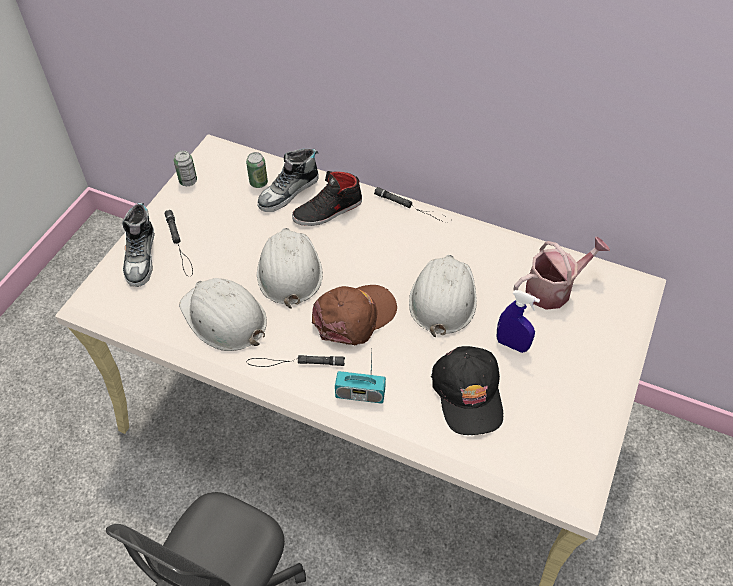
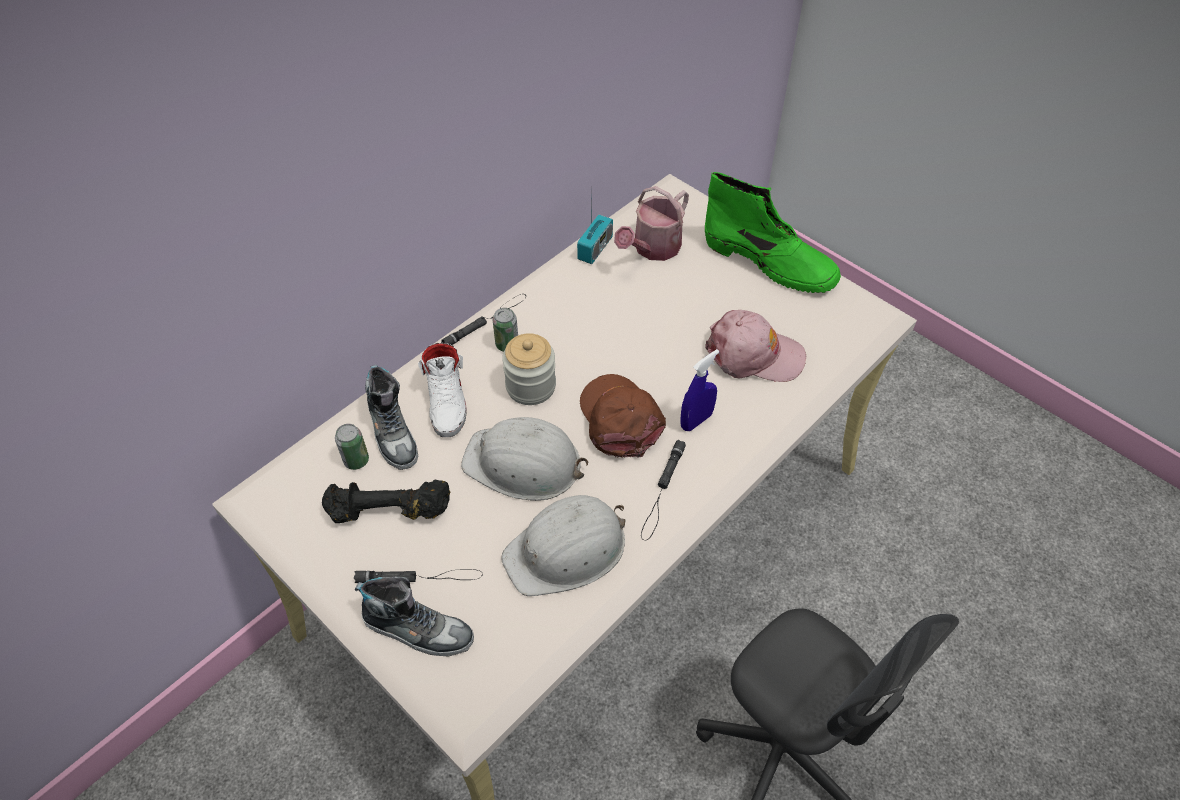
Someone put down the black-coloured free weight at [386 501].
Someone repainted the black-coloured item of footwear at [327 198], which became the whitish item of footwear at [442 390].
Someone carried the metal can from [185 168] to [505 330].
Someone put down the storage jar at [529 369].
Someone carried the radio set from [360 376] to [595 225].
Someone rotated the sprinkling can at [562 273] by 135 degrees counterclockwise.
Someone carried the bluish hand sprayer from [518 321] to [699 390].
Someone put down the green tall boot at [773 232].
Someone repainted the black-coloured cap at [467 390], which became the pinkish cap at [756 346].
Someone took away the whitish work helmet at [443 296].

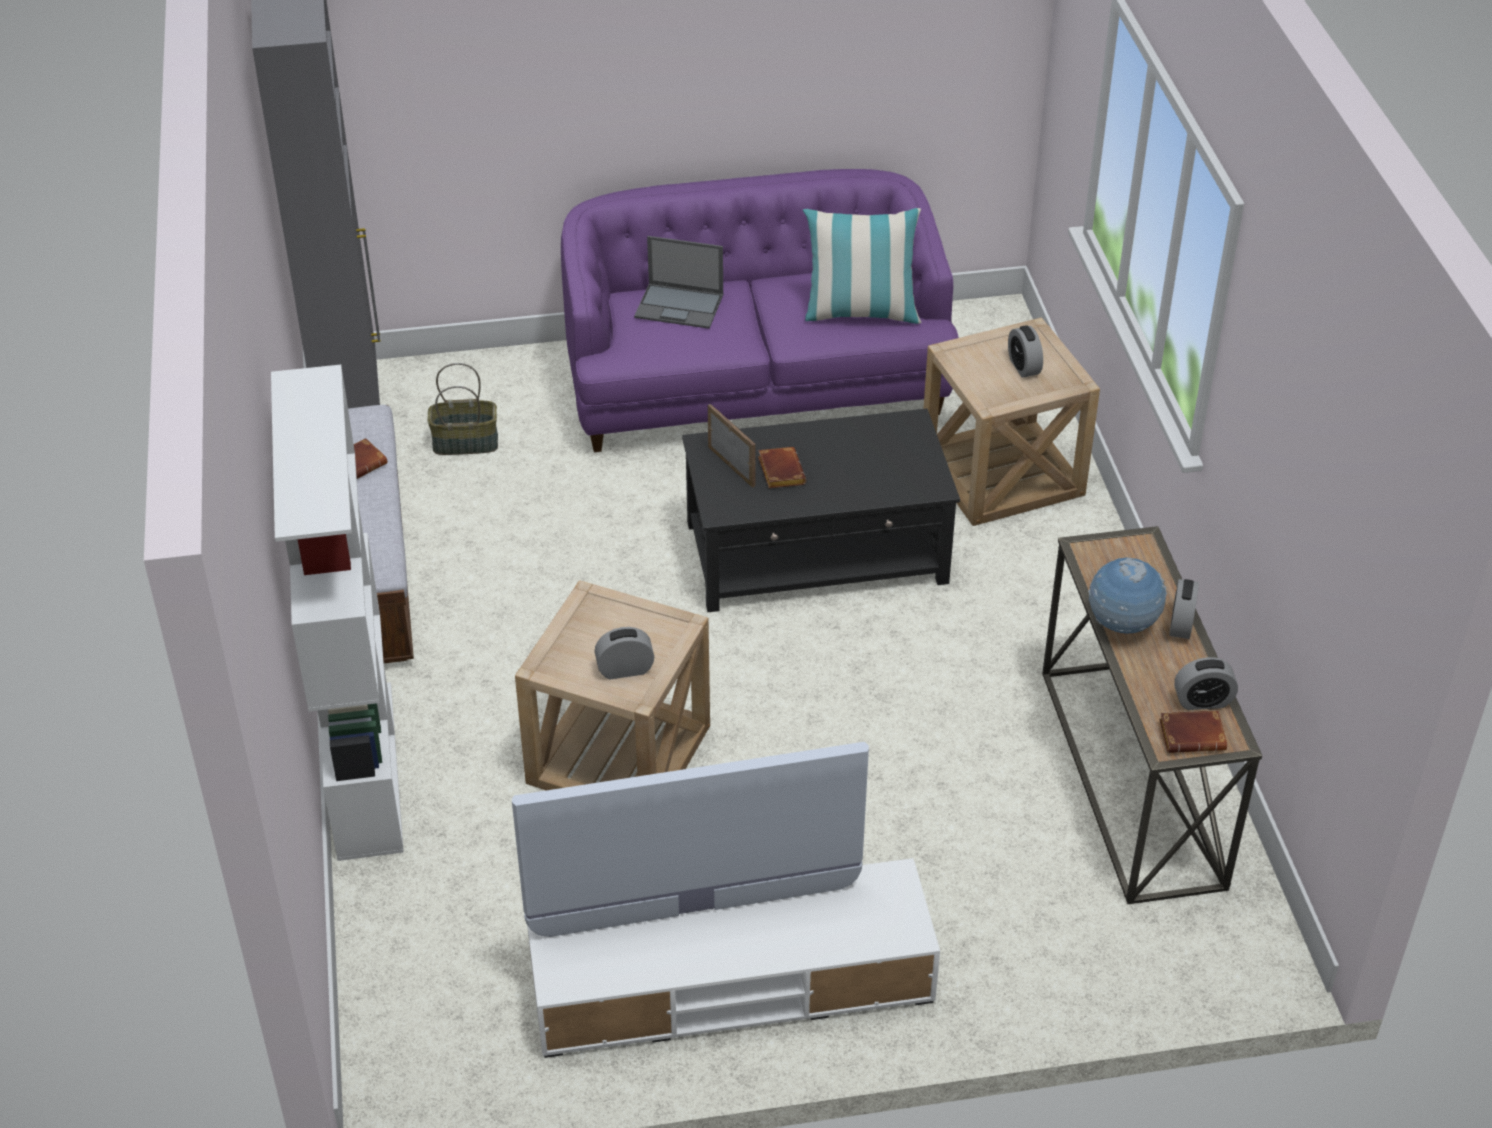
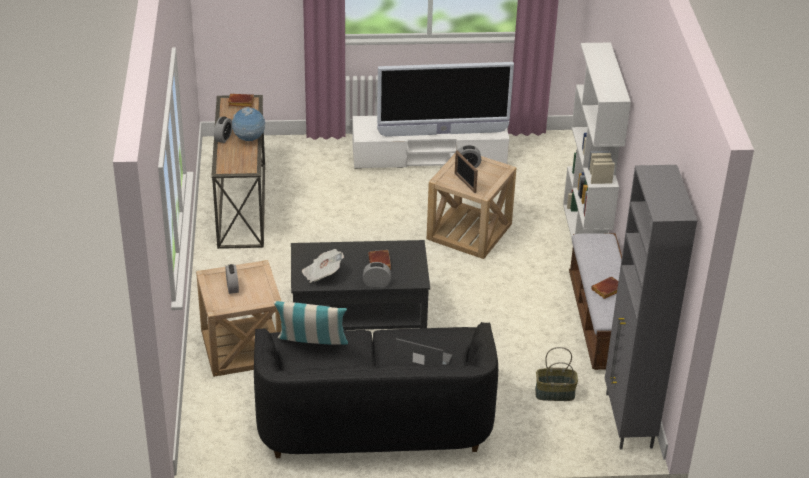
Someone repainted the purple-coloured sofa at [760 310], which became the black-coloured sofa at [376 390].
Someone put down the newspaper at [323 266].
Someone carried the table clock from [1206 683] to [377 274].
Someone carried the standing frame from [732 446] to [466 172].

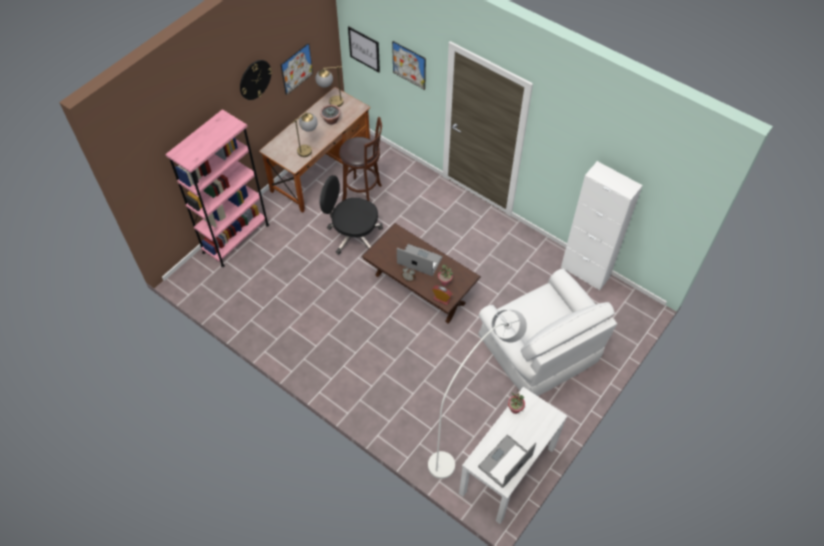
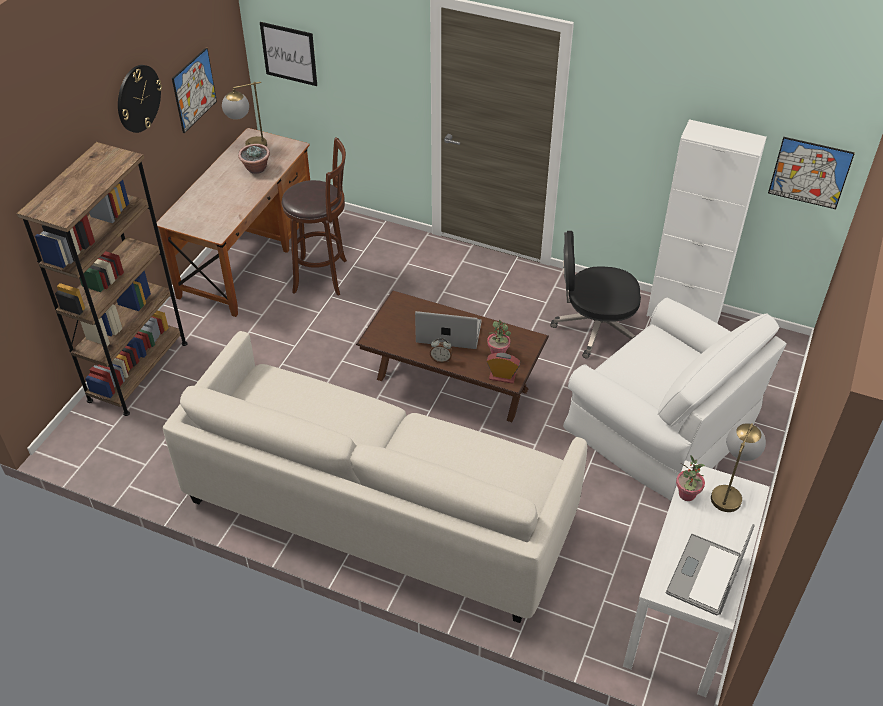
Someone repainted the pinkish shelving unit at [217 188], which became the brown shelving unit at [102 279].
Someone put down the whitish sofa at [375 477].
Someone carried the black-coloured computer chair from [351 215] to [595 295].
Someone carried the tabletop lamp from [305 134] to [738 467].
Someone carried the wall art from [409 65] to [811 173].
Someone took away the whitish standing lamp at [477 394].

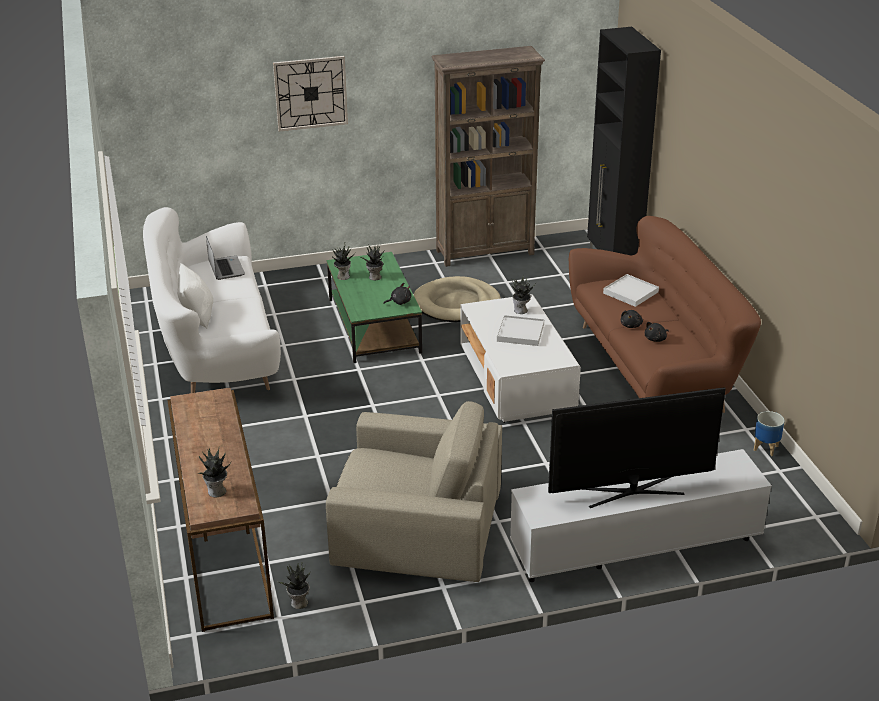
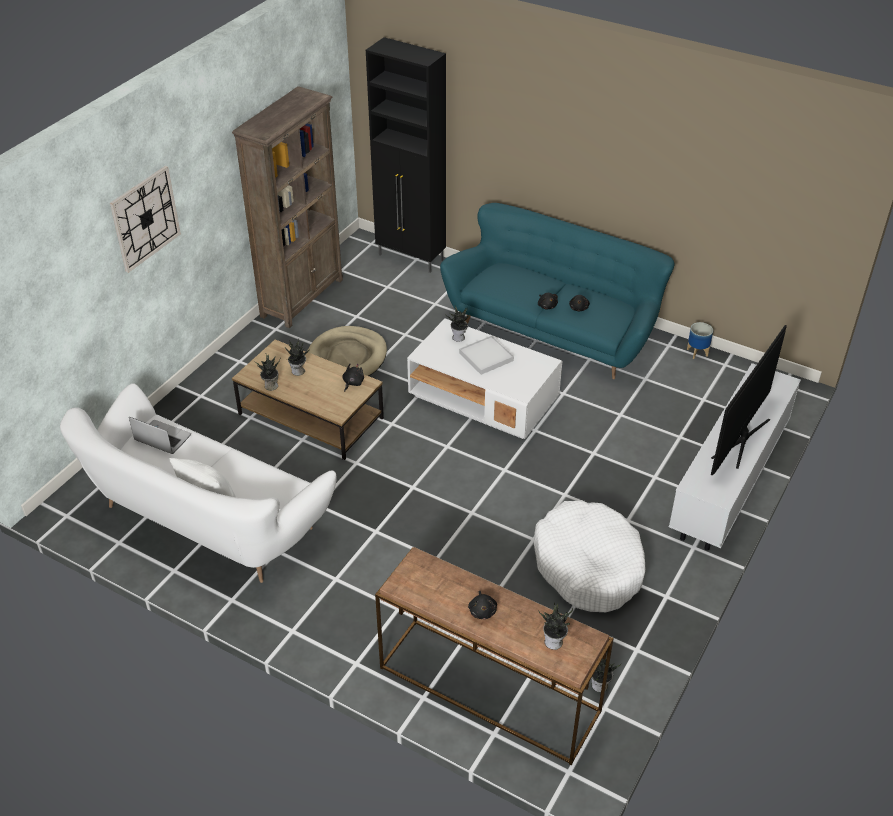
Someone repainted the green low table at [374 307], which became the brown low table at [308 400].
Someone repainted the brown sofa at [665 314], which became the turquoise sofa at [557 291].
Someone put down the black-coloured plush toy at [482 605].
Someone swapped the sand-coloured lounge chair at [414 491] for the whitish dog bed at [590 556].
Someone took away the whitish carrying tray at [631 290].

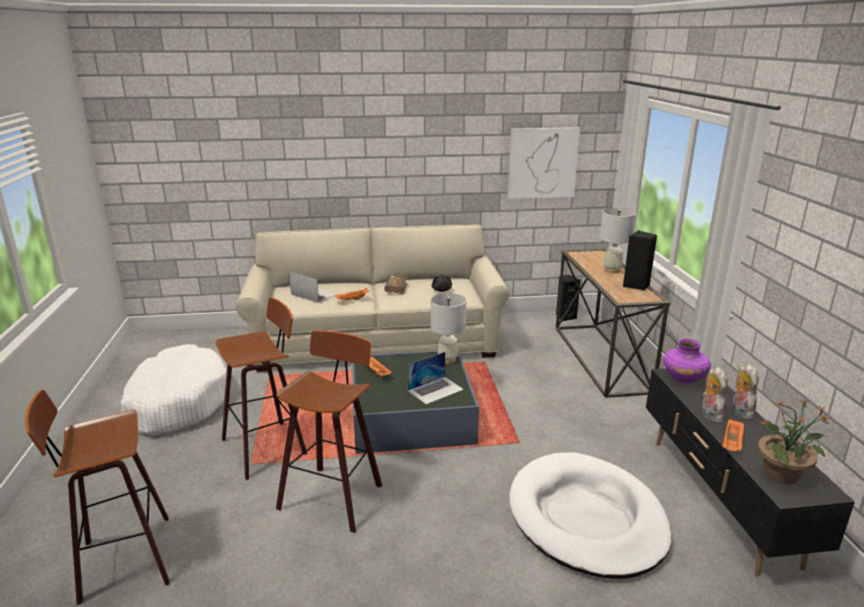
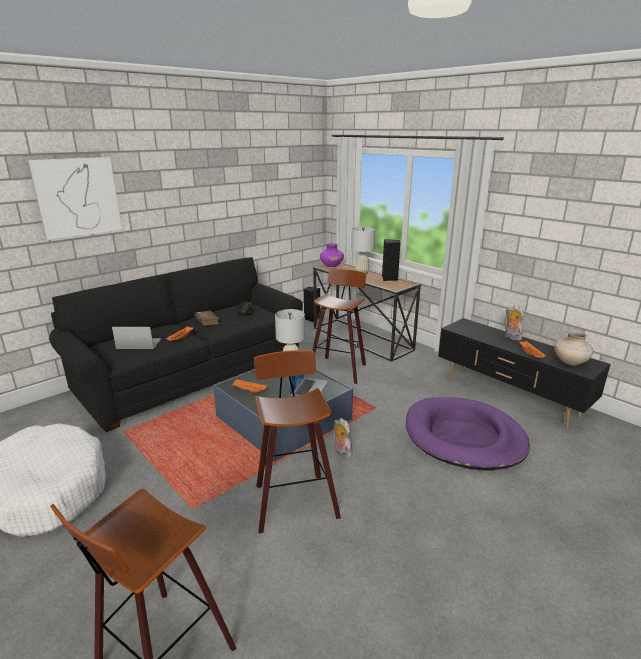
Someone carried the wall art from [544 163] to [75 198].
Someone repainted the sand-coloured sofa at [373 298], which became the black-coloured sofa at [176 344].
Someone carried the stool seat from [261 388] to [339 326].
Someone carried the purple-coloured vase from [687 361] to [332 255].
Someone carried the plush toy from [715 395] to [343 438].
Someone repainted the whitish dog bed at [590 515], which became the purple-coloured dog bed at [468 434].
Someone swapped the houseplant at [794 442] for the sand-coloured vase at [573 348].

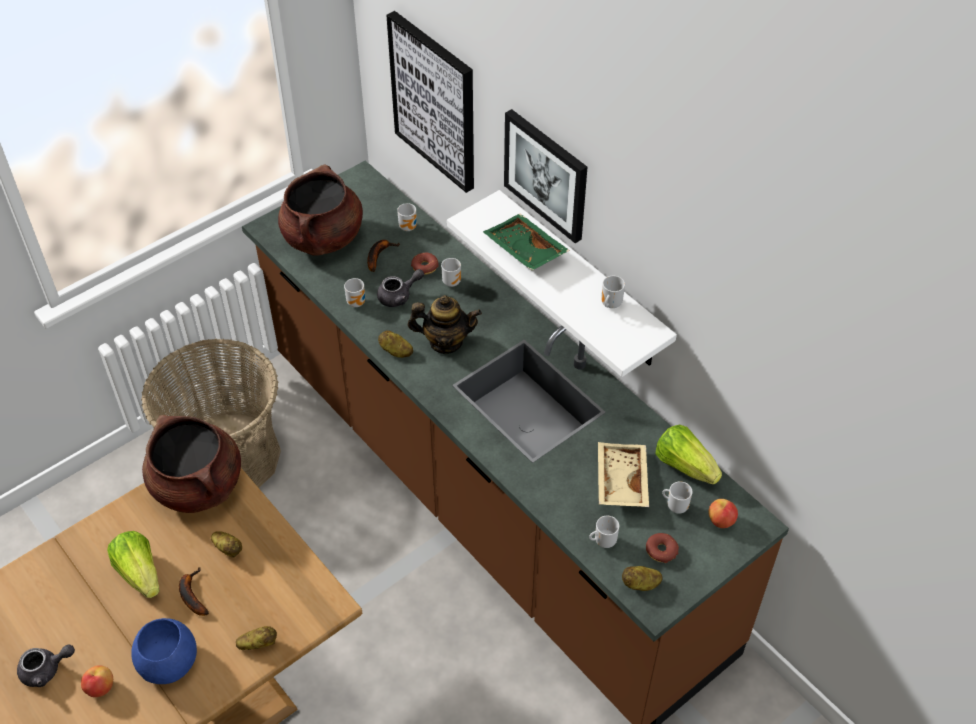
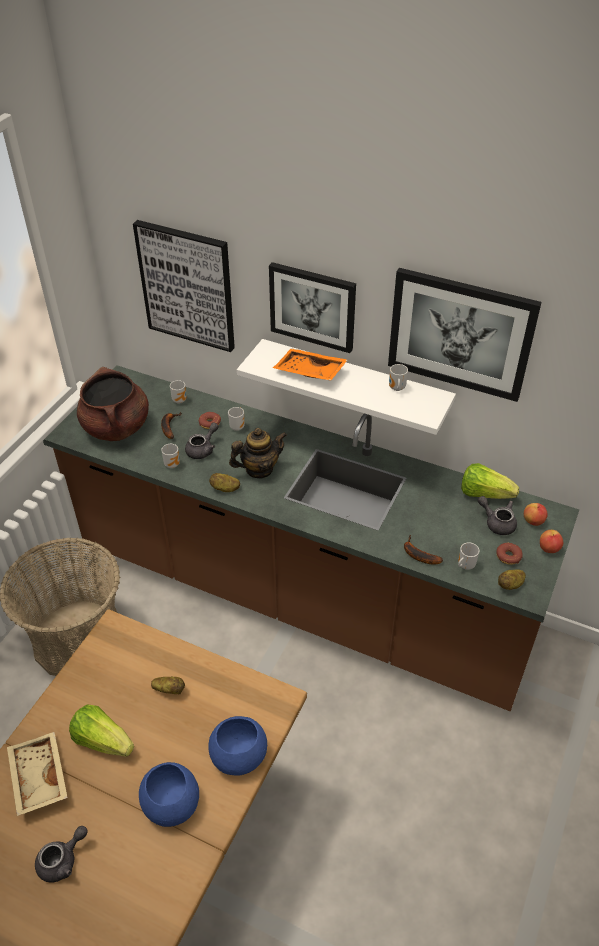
Someone carried the sand-coloured carrying tray from [623 474] to [37 774].
Someone swapped the spud at [256 638] for the bluish bowl at [237 746].
Someone repainted the green carrying tray at [526 242], which became the orange carrying tray at [310 364].
Someone put up the wall art at [465 335].
Someone carried the banana from [194 591] to [423 550].
Someone swapped the tea mug at [677 497] for the grey pot for tea at [497 515].
Someone carried the apple from [97 681] to [551 541].
Someone took away the brown saucepot at [191 464].

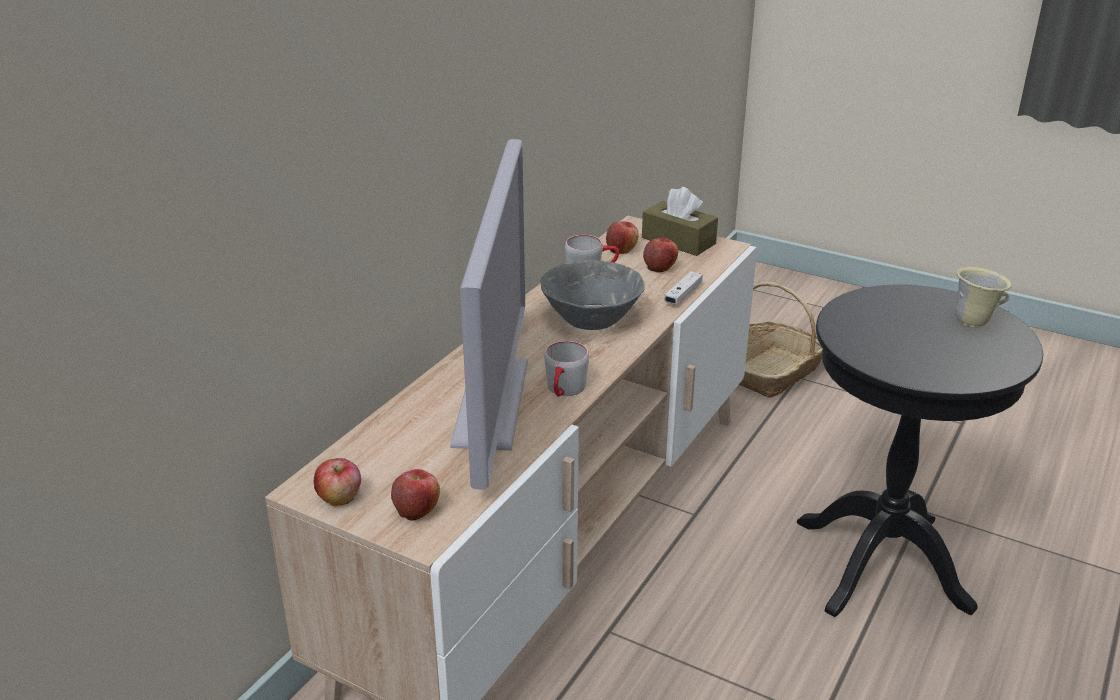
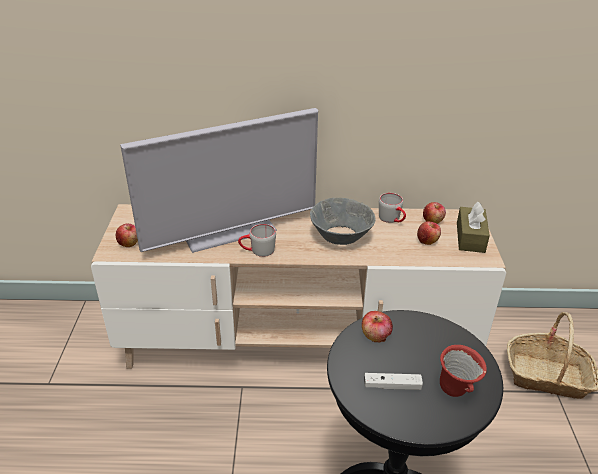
Someone carried the apple from [337 482] to [377 327].
Someone carried the whitish game controller from [683 288] to [393 381].
Someone repainted the sand-coloured tea mug at [983 297], which became the red-coloured tea mug at [463 371].

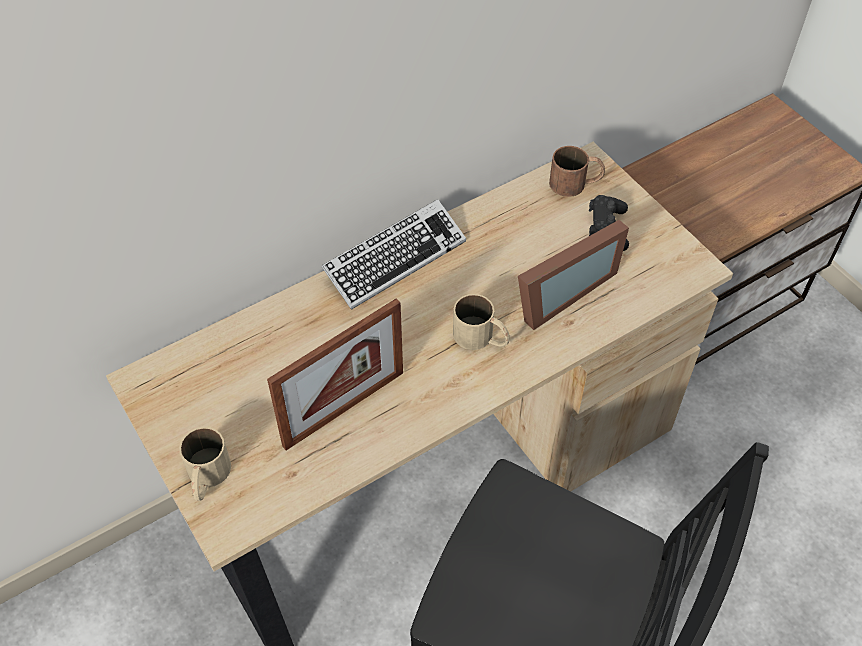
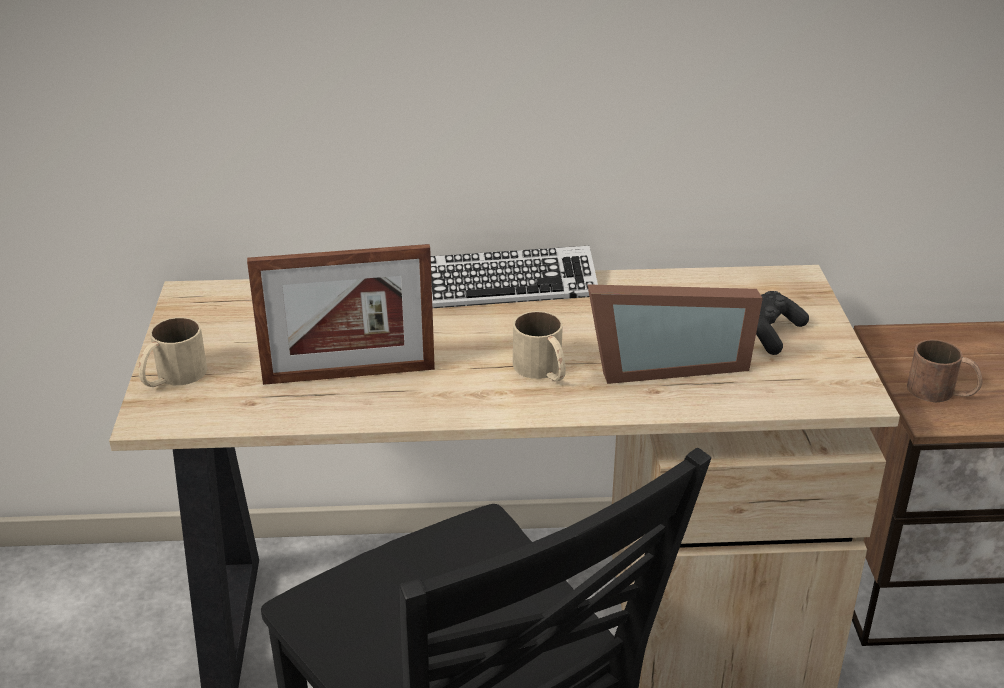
Someone carried the brown tea mug from [577 171] to [944 370].

